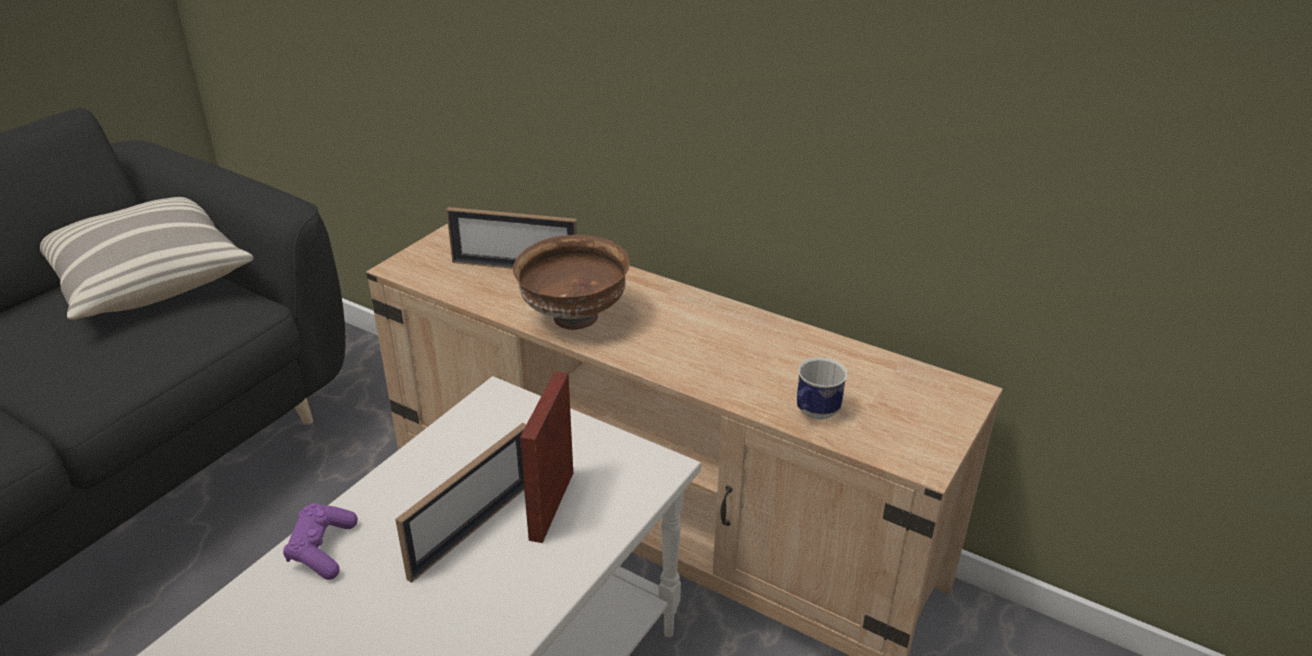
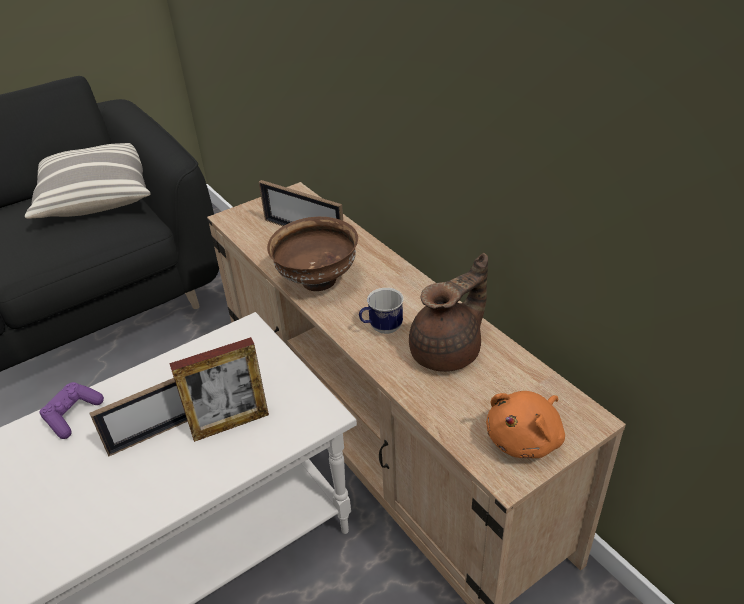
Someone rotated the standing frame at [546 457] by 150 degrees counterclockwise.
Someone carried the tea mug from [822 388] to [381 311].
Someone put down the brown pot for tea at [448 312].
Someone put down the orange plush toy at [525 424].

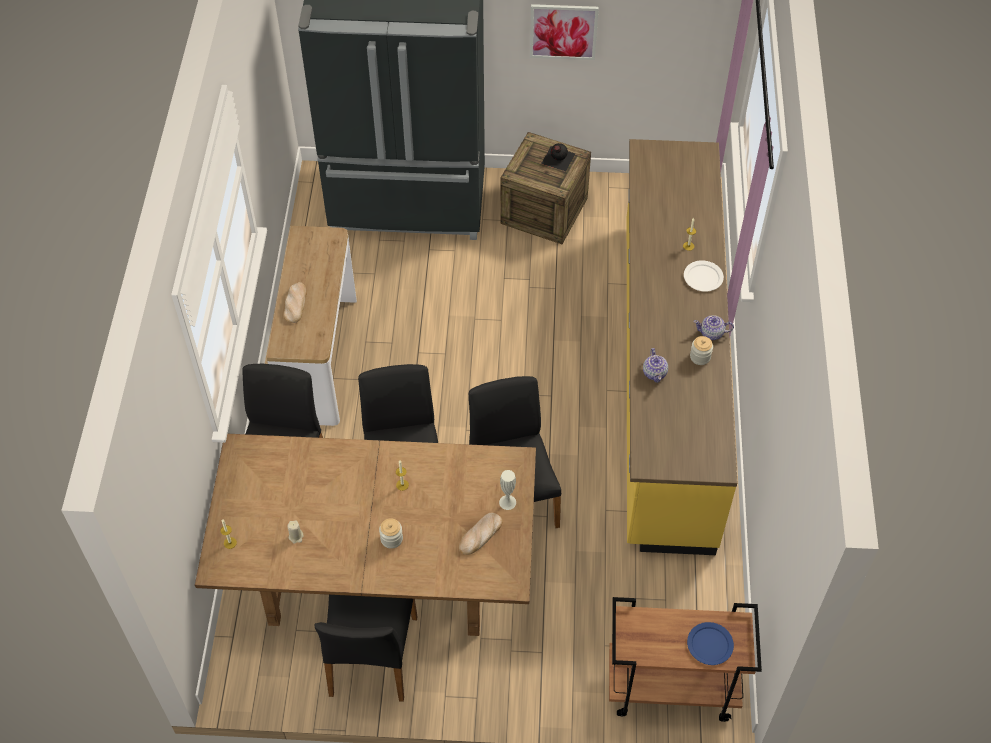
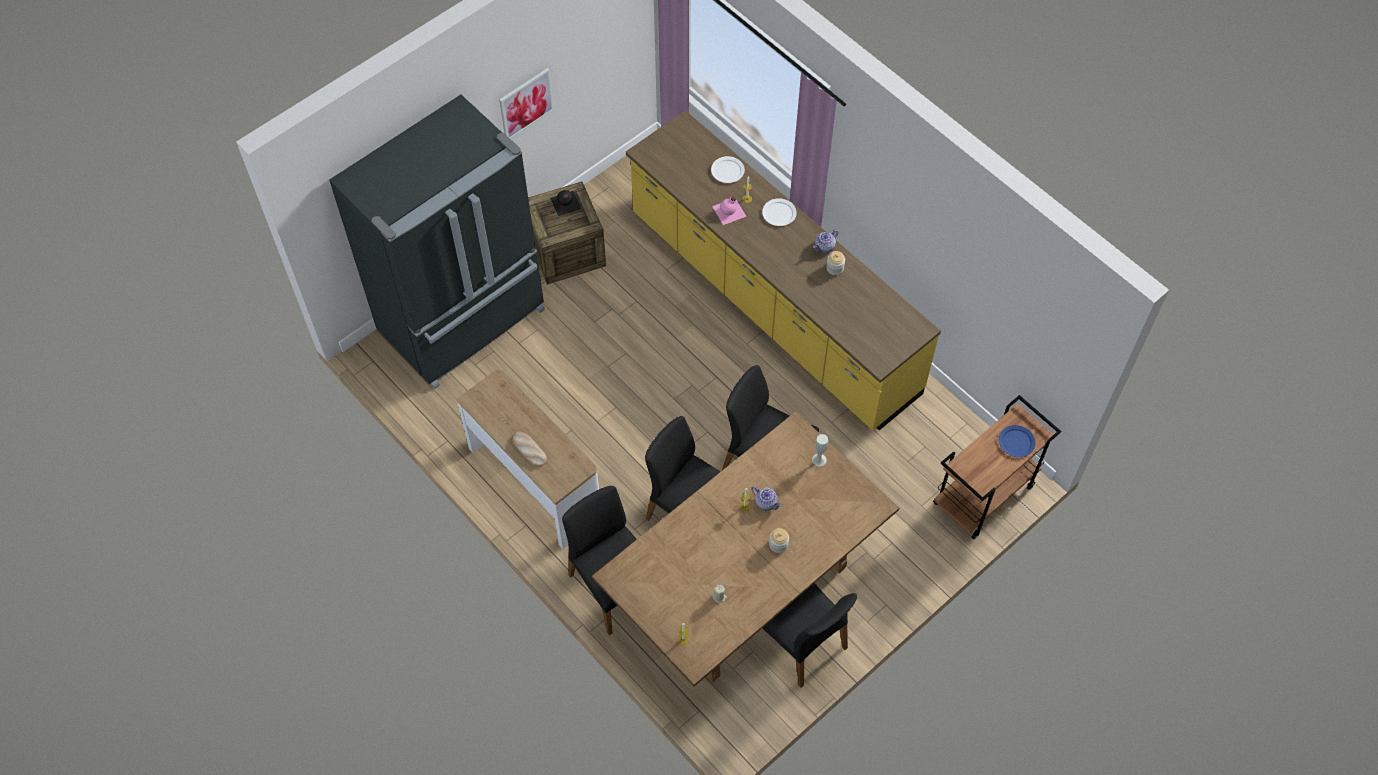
Someone put down the whitish flat dish at [728 169].
Someone put down the pinkish drink bottle at [729 211].
Someone carried the pot for tea from [655 365] to [766 498].
Someone took away the baked bread at [481 534].

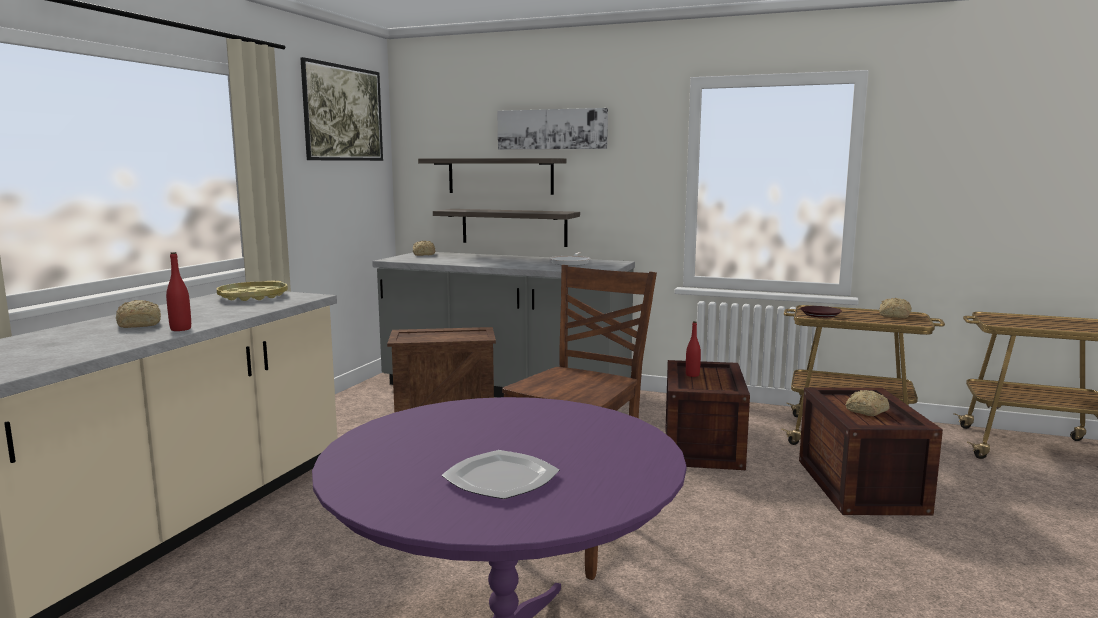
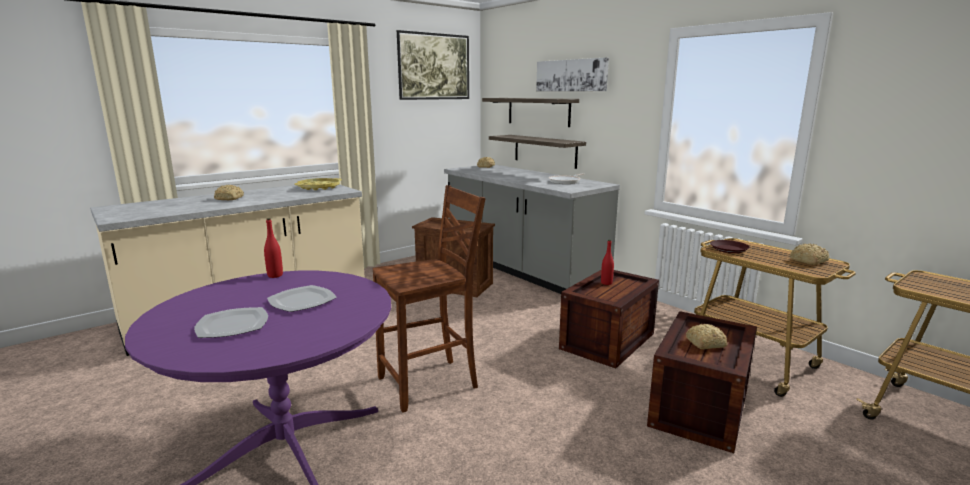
Someone carried the red-coloured drink bottle from [178 291] to [273 248].
Someone put down the flat dish at [302 298].

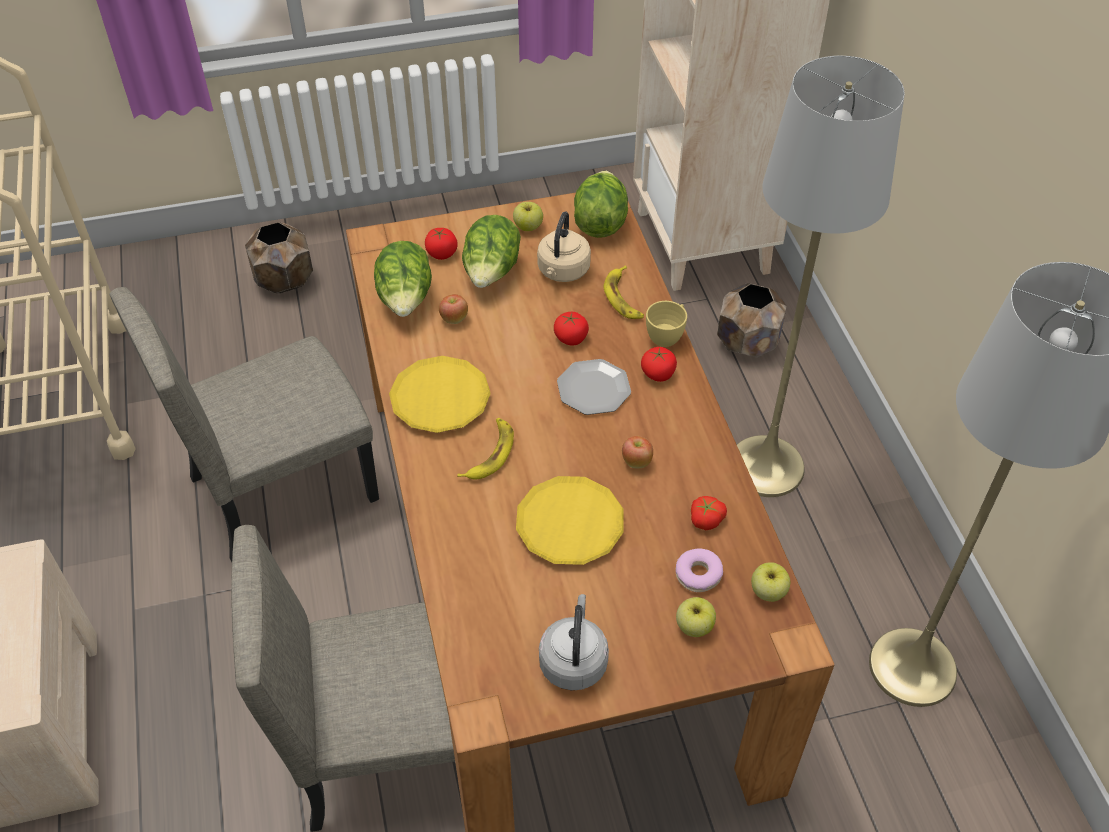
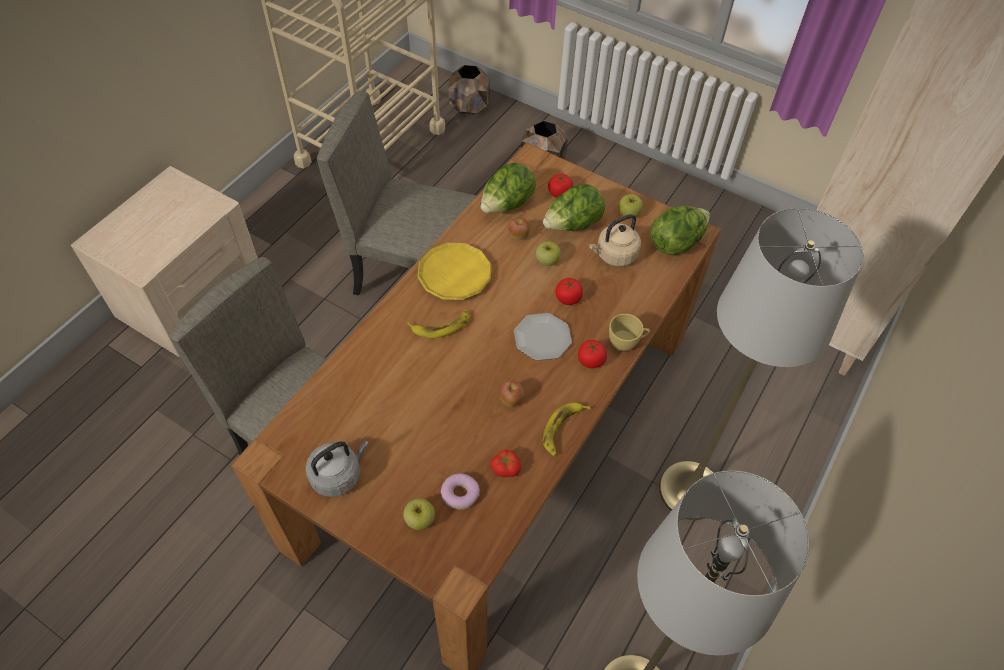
Someone carried the brown plant pot from [752 320] to [469 90].
Someone carried the apple from [770 582] to [548 253].
Someone carried the banana from [624 292] to [566 429].
Someone took away the yellow-coloured flat dish at [570 520].

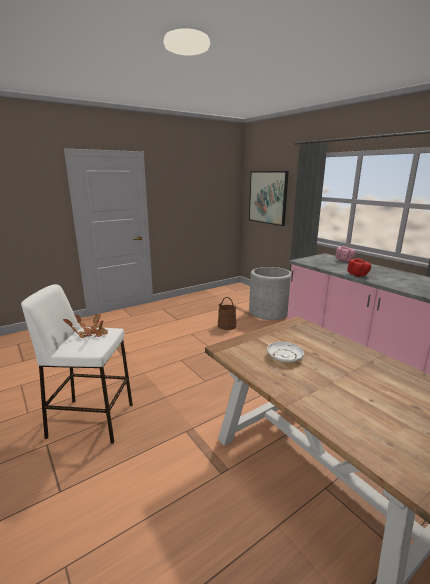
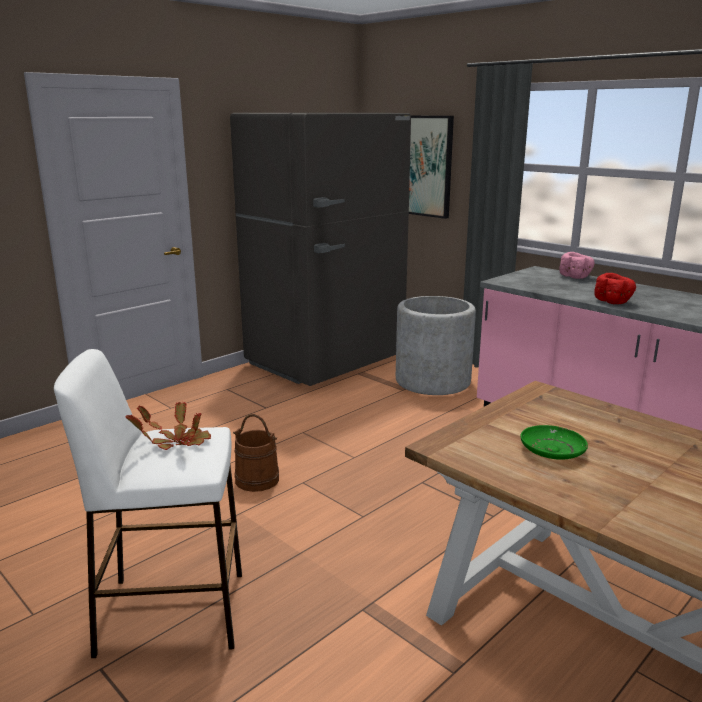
Someone put down the grey refrigerator at [320 249].
Someone carried the brown pail from [227 313] to [256 453].
Someone repainted the whitish flat dish at [285 352], which became the green flat dish at [554 442].

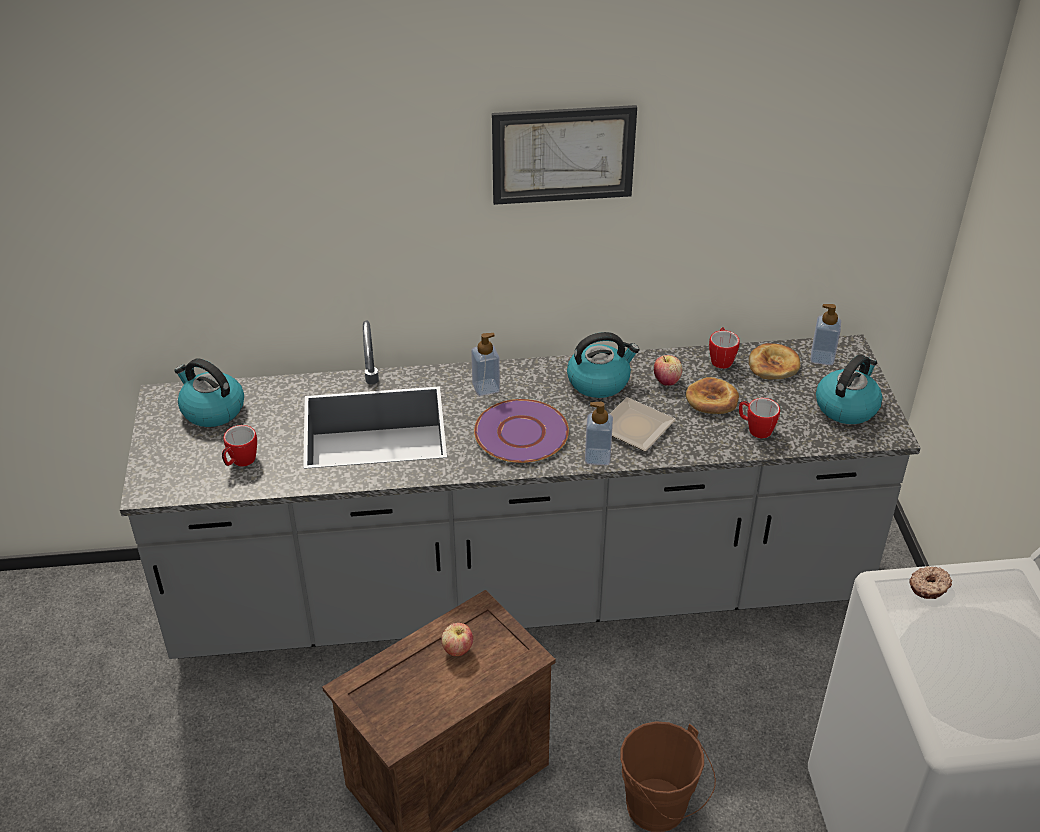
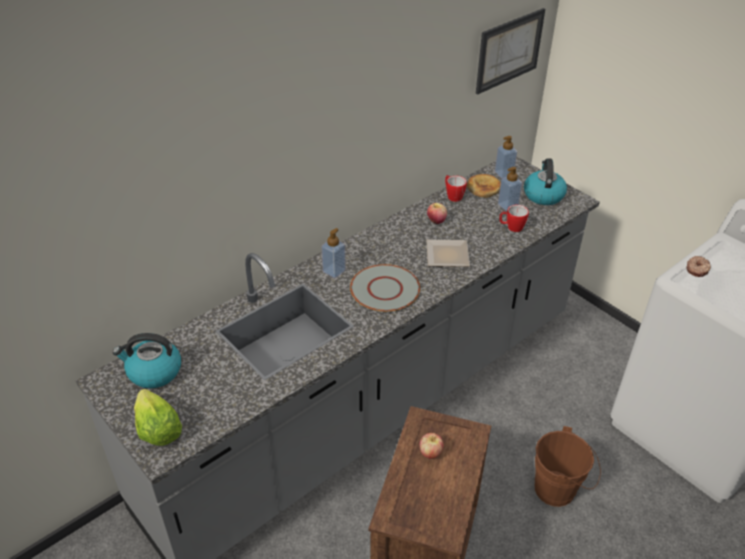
Someone put down the lettuce head at [158 417].
Someone repainted the purple-coloured flat dish at [521 431], which became the grey flat dish at [385 288].
Someone carried the wall art from [564 155] to [510 51].
Someone carried the soap dispenser from [599 433] to [510 189].
Someone took away the tea mug at [239 445].
Someone took away the tea kettle at [603 365].
Someone took away the baked bread at [712 395].

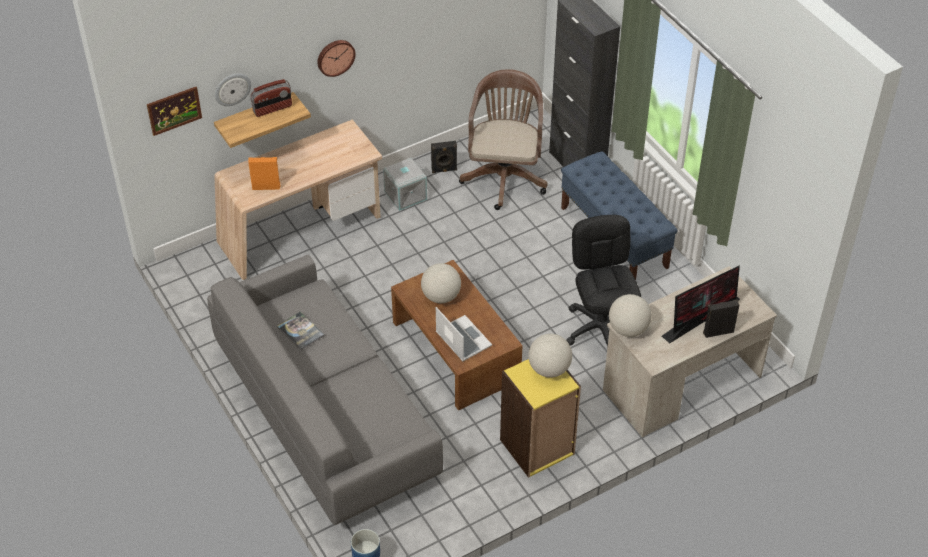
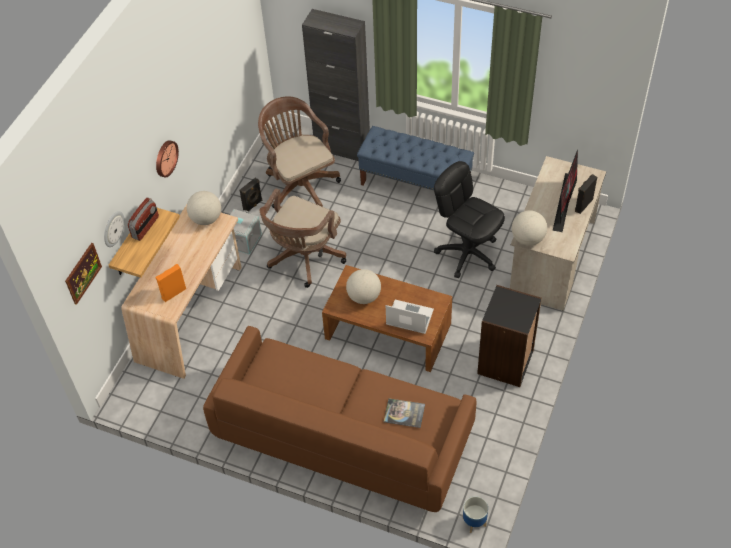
Someone carried the world globe from [550 356] to [204 208].
Someone repainted the grey sofa at [325 390], which became the brown sofa at [339 419].
Someone put down the brown computer chair at [302 238].
Someone carried the bound book from [301 331] to [404 413].
Someone repainted the yellow-coloured shelving unit at [540 418], which became the black-coloured shelving unit at [509 336].

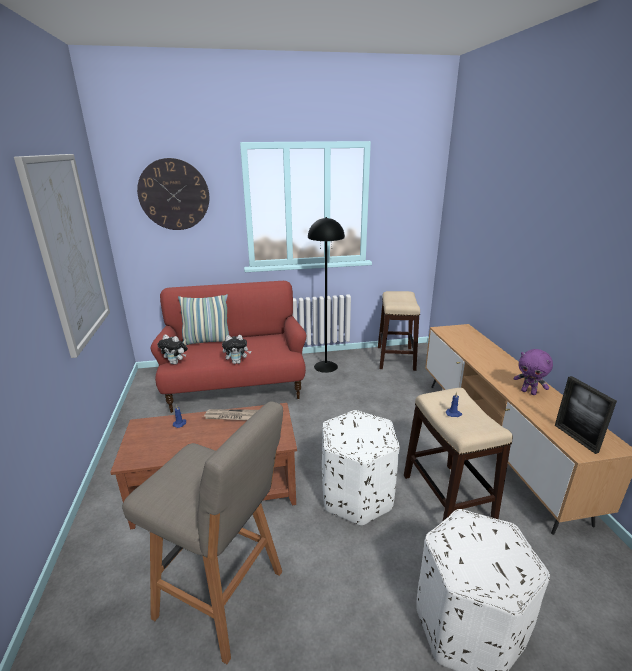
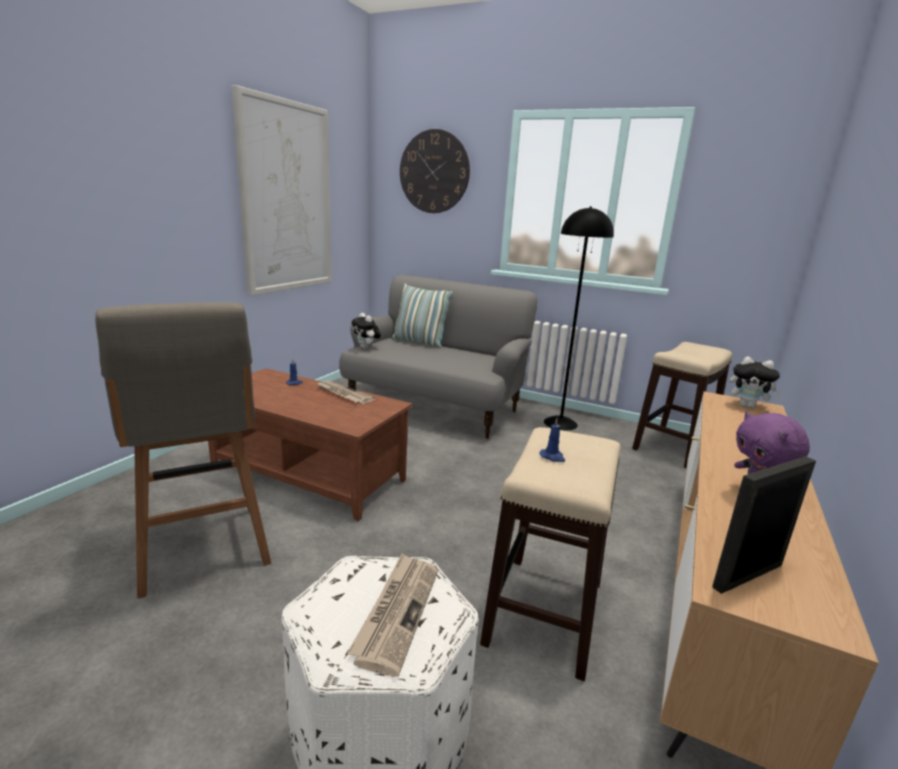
Someone repainted the red-coloured sofa at [229 347], which became the grey sofa at [438 357].
Someone put down the newspaper at [392 615].
Someone rotated the standing frame at [586 415] by 45 degrees clockwise.
Someone carried the plush toy from [236 349] to [756 382].
Someone took away the whitish ottoman at [361 468].

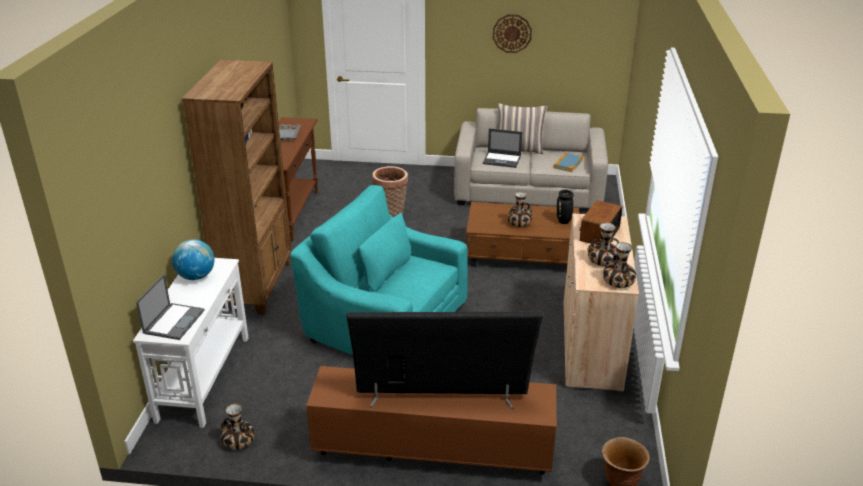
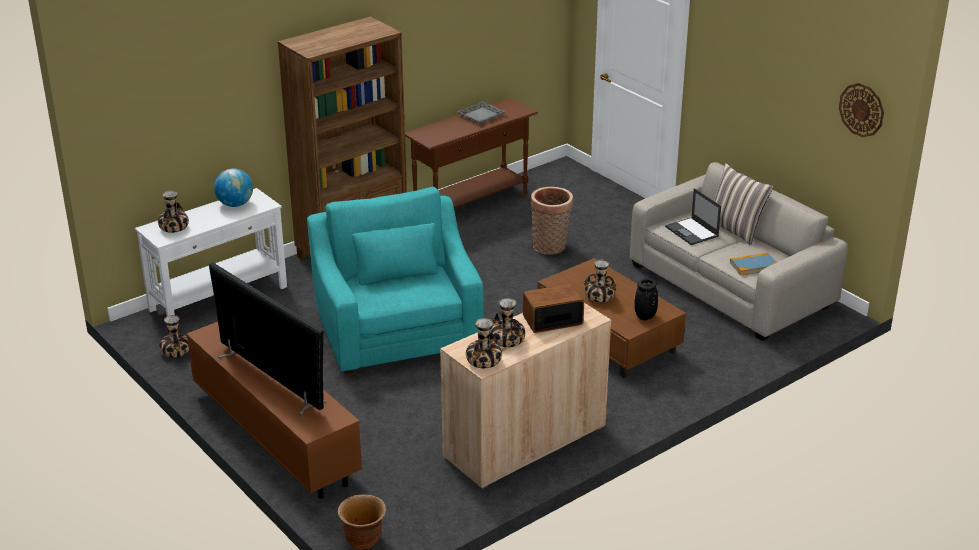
Someone swapped the notebook computer at [170 307] for the vase at [173 212].
Someone carried the clock on the wall from [512 33] to [861 110].

